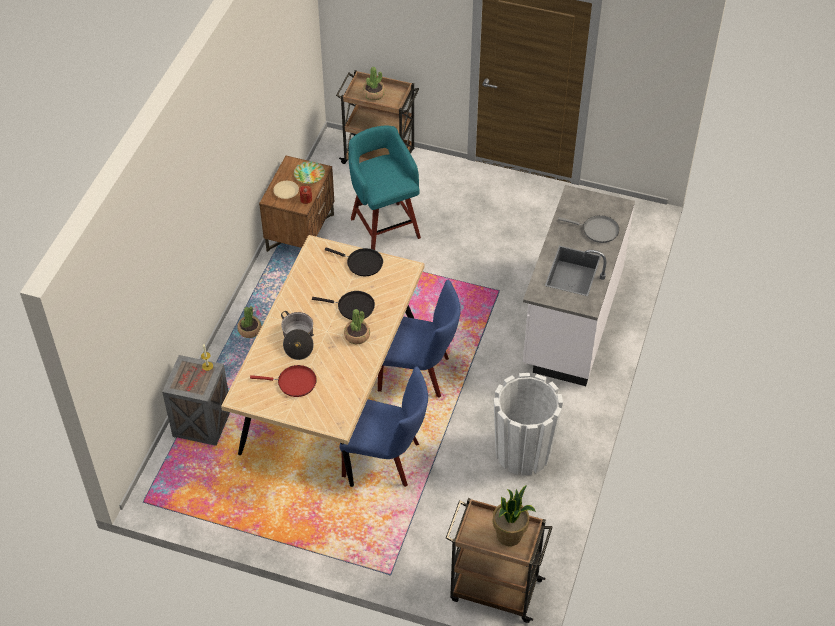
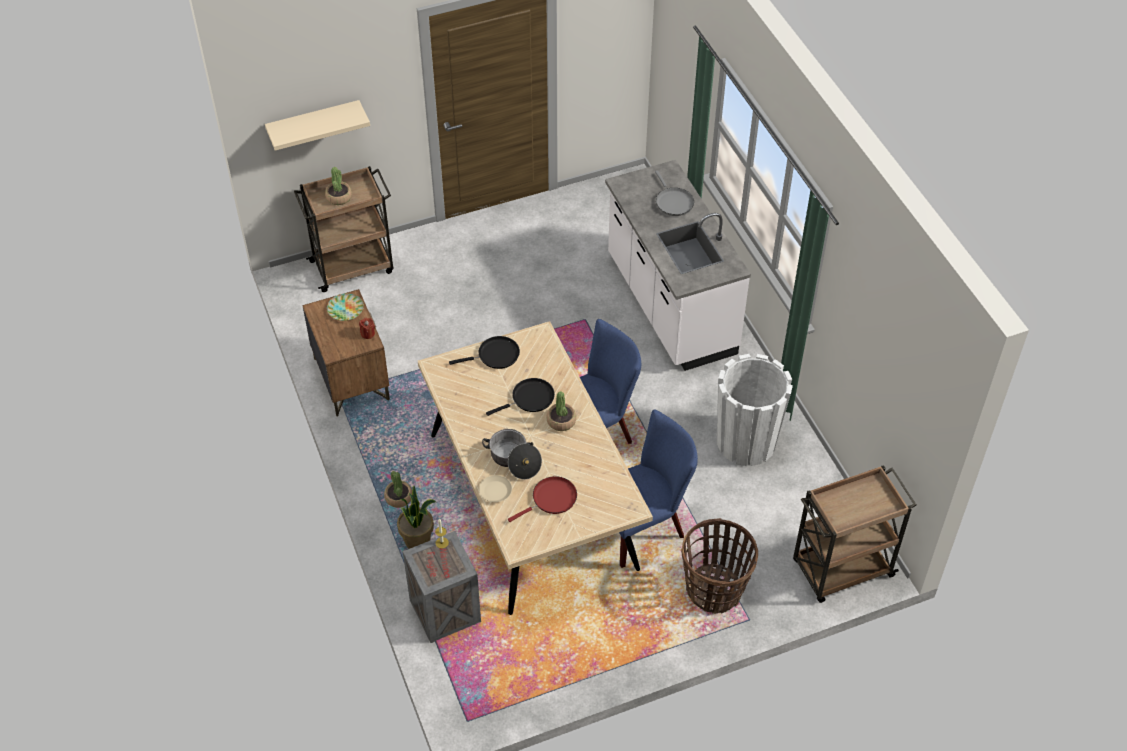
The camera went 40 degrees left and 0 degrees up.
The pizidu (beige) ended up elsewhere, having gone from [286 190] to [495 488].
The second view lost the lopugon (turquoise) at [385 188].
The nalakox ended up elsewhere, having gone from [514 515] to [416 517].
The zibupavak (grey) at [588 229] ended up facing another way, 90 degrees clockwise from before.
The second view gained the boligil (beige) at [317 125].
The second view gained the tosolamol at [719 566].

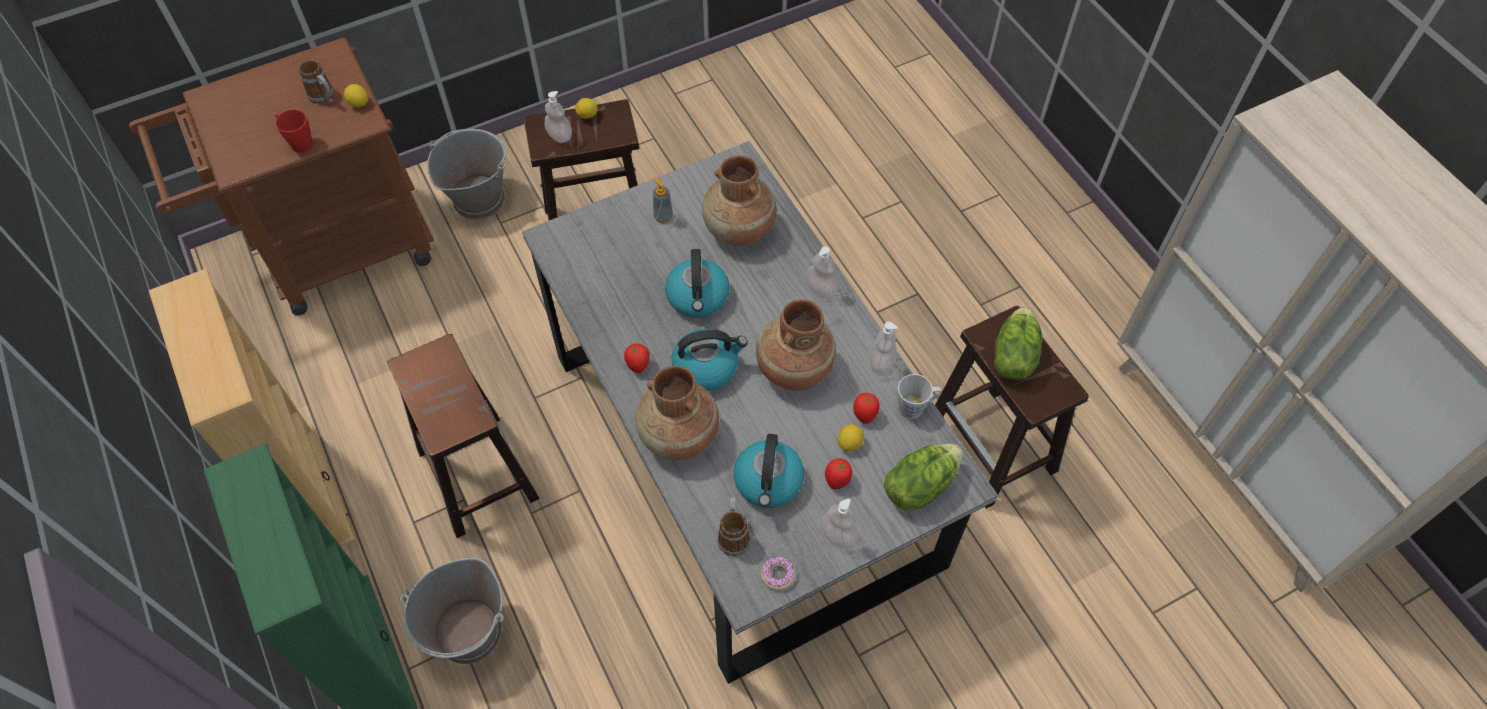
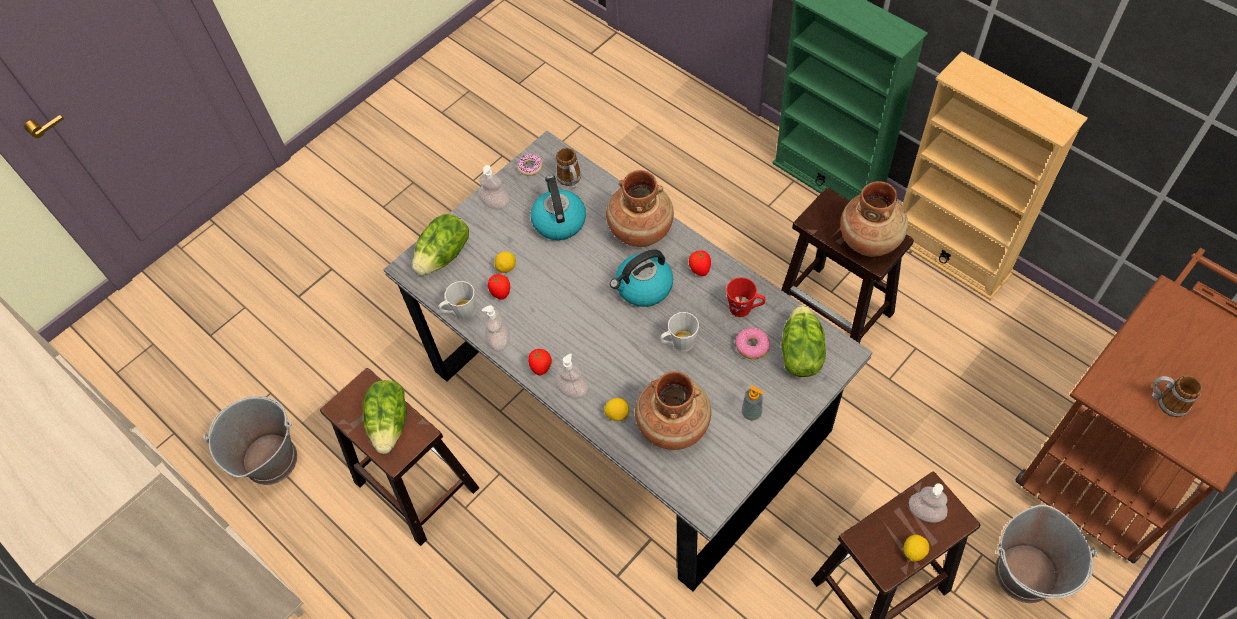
The camera went 165 degrees right and 0 degrees up.
The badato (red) ended up elsewhere, having gone from [294 131] to [746 297].
The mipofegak ended up elsewhere, having gone from [356 95] to [616 409].
The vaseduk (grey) ended up elsewhere, having gone from [451 611] to [250 440].
Where the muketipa stood at [697 283], the badato (grey) came to stand at [679 332].
The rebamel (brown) ended up elsewhere, having gone from [796 345] to [874 219].
The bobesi ended up elsewhere, having gone from [838 473] to [540 362].
The second view gained the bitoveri at [752 343].
The second view gained the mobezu at [803 341].

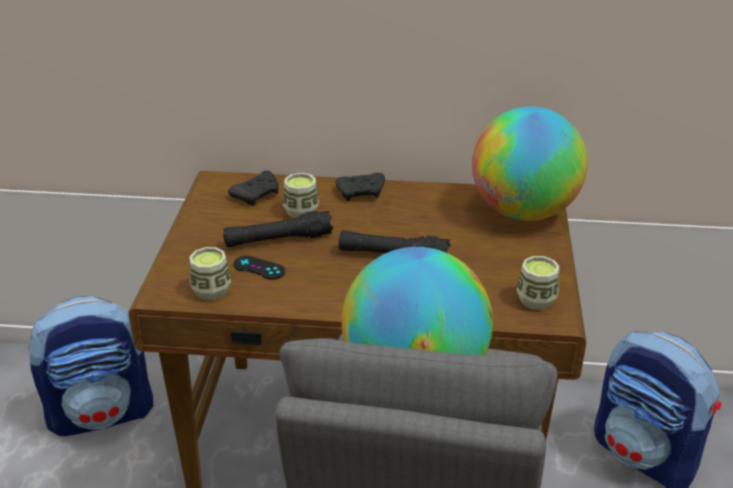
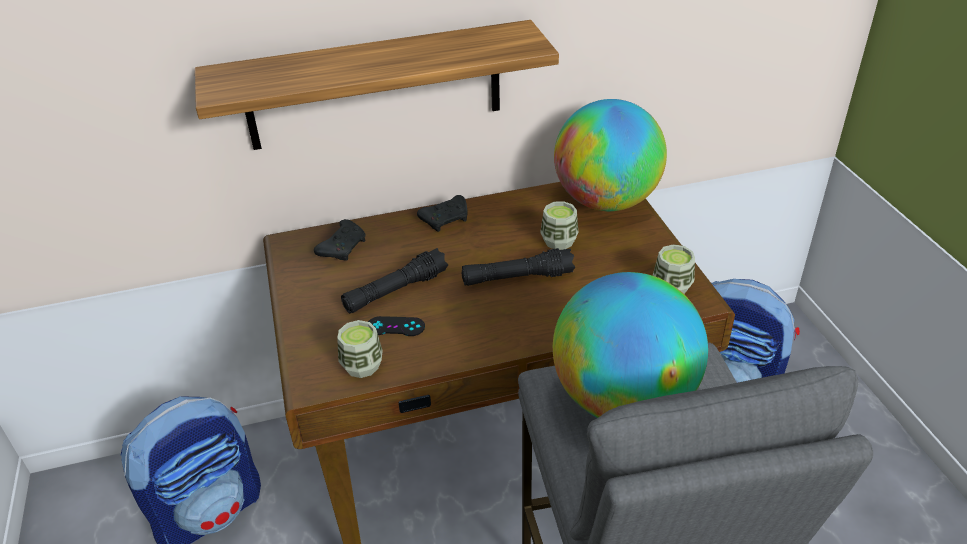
The camera went 20 degrees left and 5 degrees up.
The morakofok ended up elsewhere, having gone from [301 195] to [559 225].
The second view gained the boligil at [377 85].

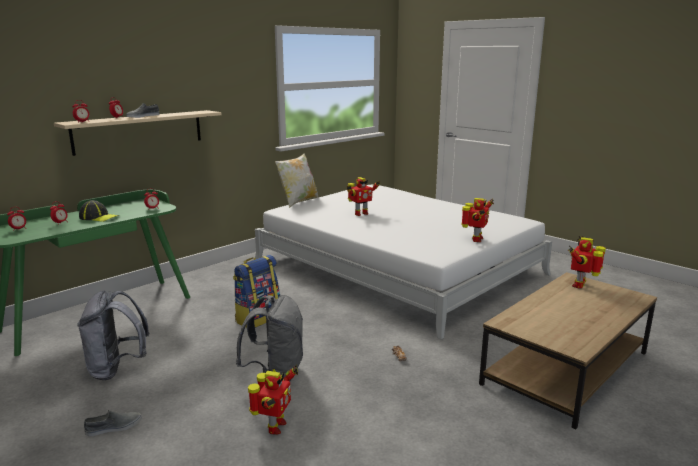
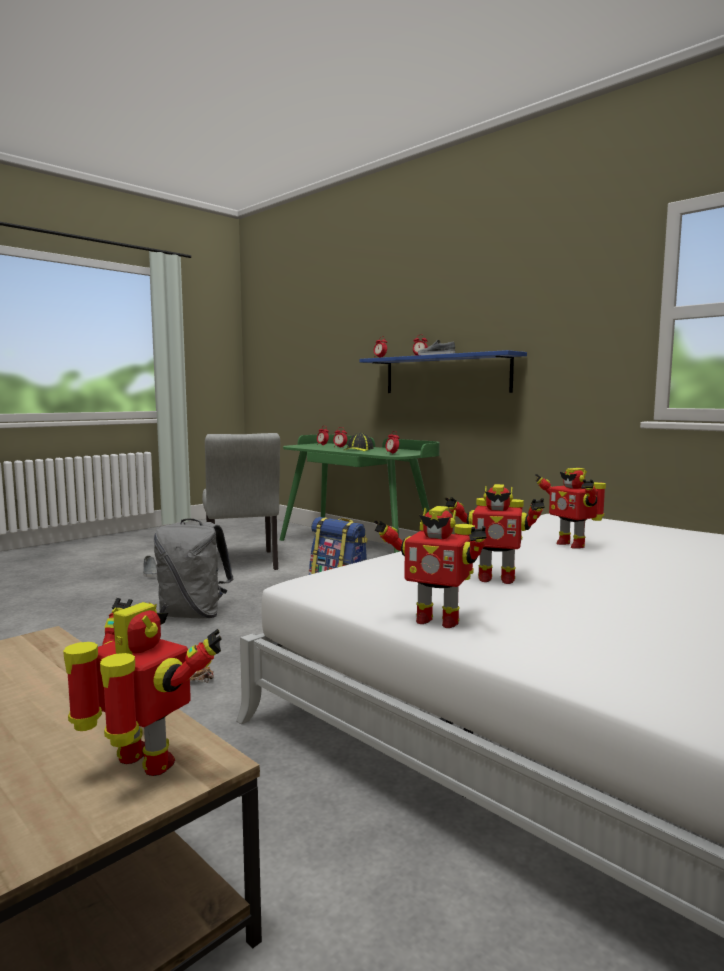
The camera went 90 degrees right and 10 degrees down.
What was the boligil (beige) at [138 133] turned into the boligil (blue) at [443 371].
Where the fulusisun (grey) stood at [113 335], the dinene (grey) came to stand at [241 501].
The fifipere ended up elsewhere, having gone from [273 400] to [494 534].
The second view lost the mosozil at [296 180].

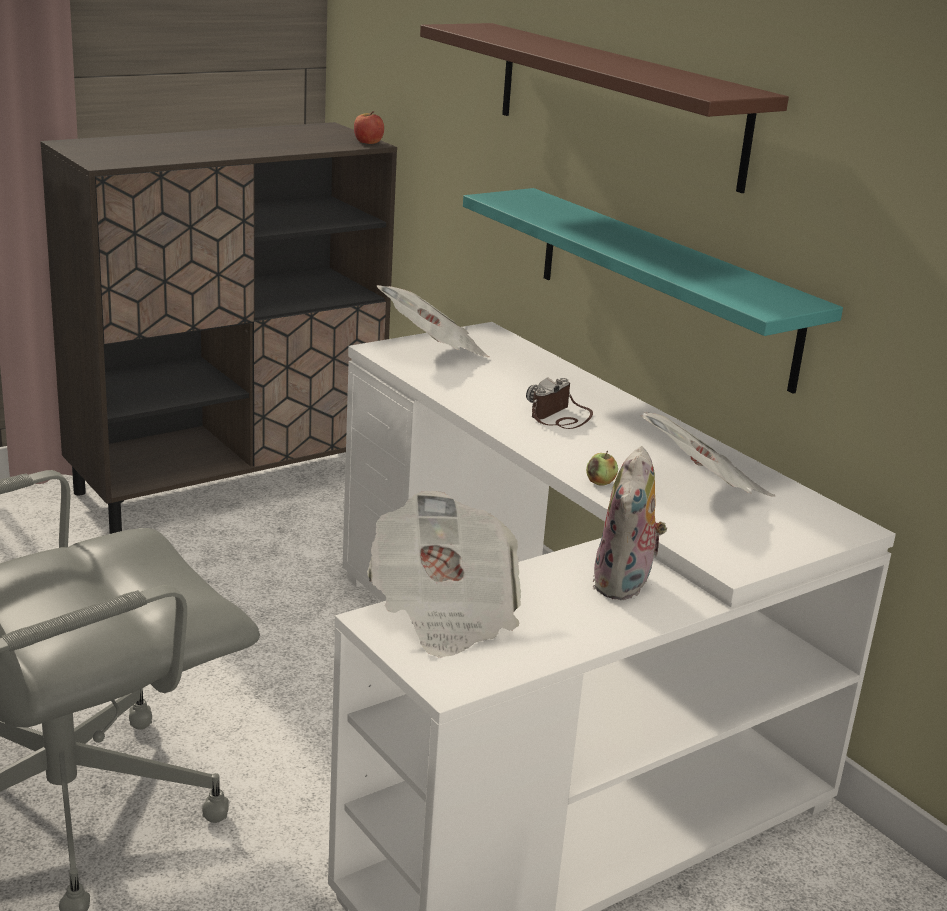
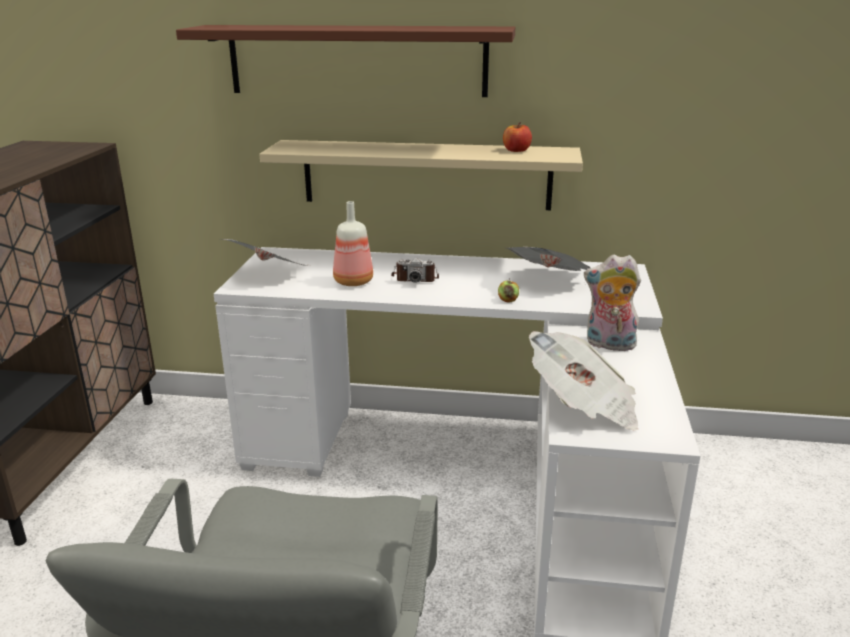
The camera went 45 degrees left and 0 degrees up.
The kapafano ended up elsewhere, having gone from [369 127] to [517 137].
What was the boligil (turquoise) at [653 291] turned into the boligil (beige) at [421 175].
The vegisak at [559 403] ended up facing another way, 75 degrees counterclockwise from before.
The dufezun at [630 523] ended up facing another way, 135 degrees clockwise from before.
The second view gained the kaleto at [353 243].

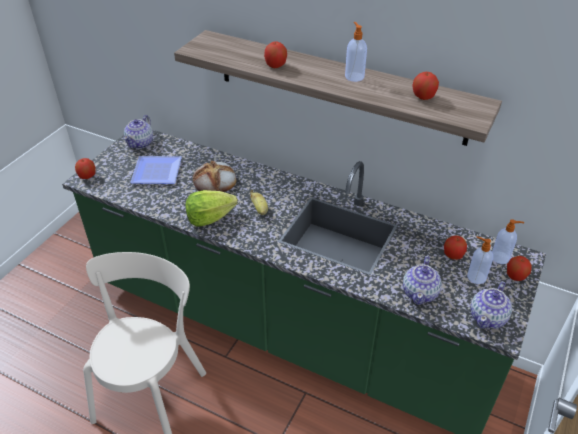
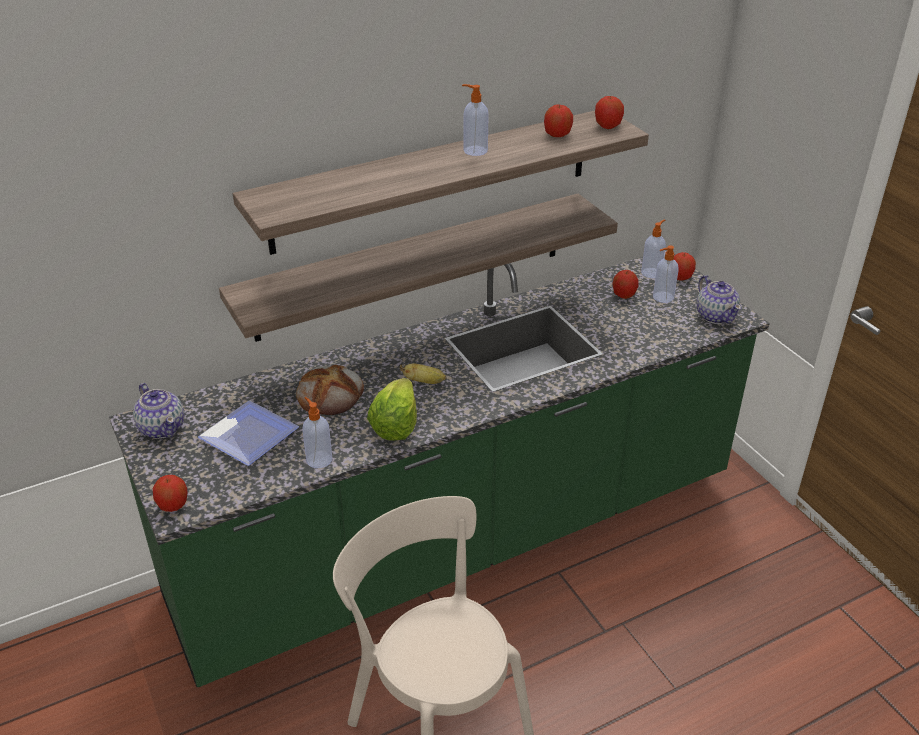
The camera went 55 degrees left and 5 degrees down.
The kapafano ended up elsewhere, having gone from [275 55] to [609 112].
The second view lost the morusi at [422 280].
The second view gained the boligil at [418 268].
The second view gained the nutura at [317 432].

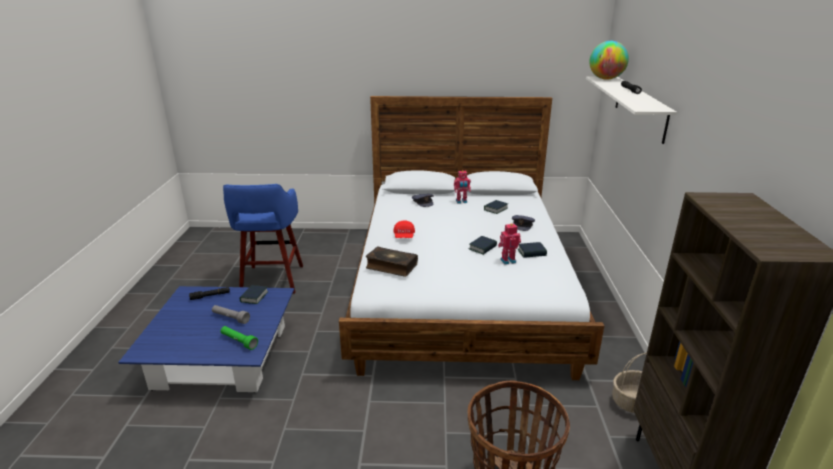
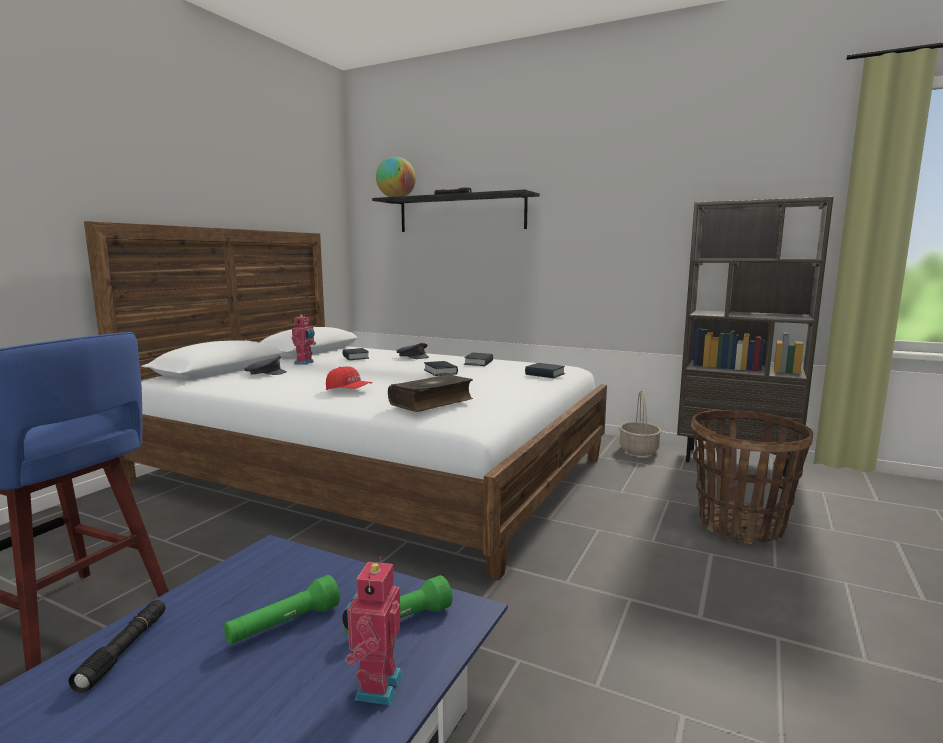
The camera went 65 degrees left and 15 degrees down.
What was the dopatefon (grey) at [231 314] turned into the dopatefon (green) at [282 609].
The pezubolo ended up elsewhere, having gone from [254 294] to [545 370].
The fifipere ended up elsewhere, having gone from [509 244] to [372 631].
What was the boligil (white) at [631 110] turned into the boligil (black) at [456 210].

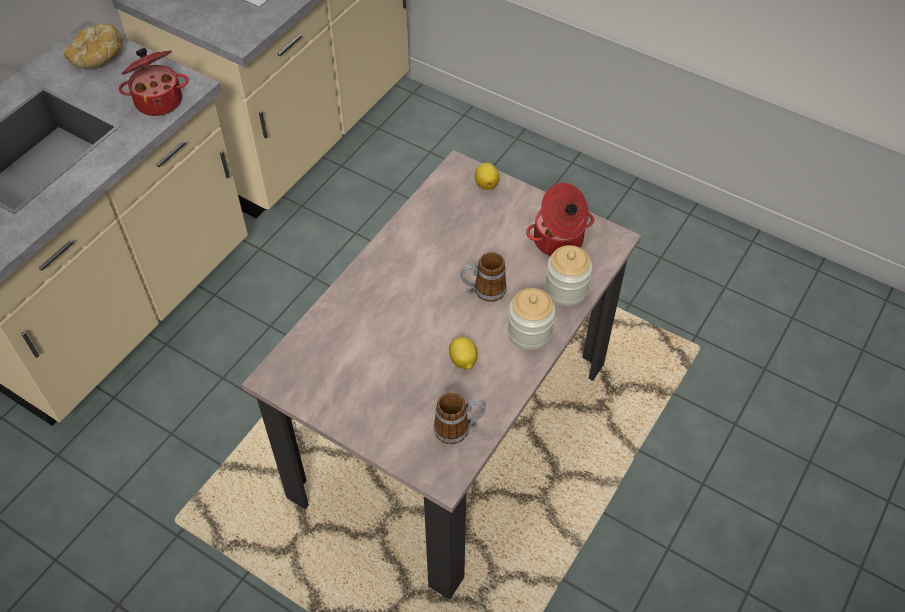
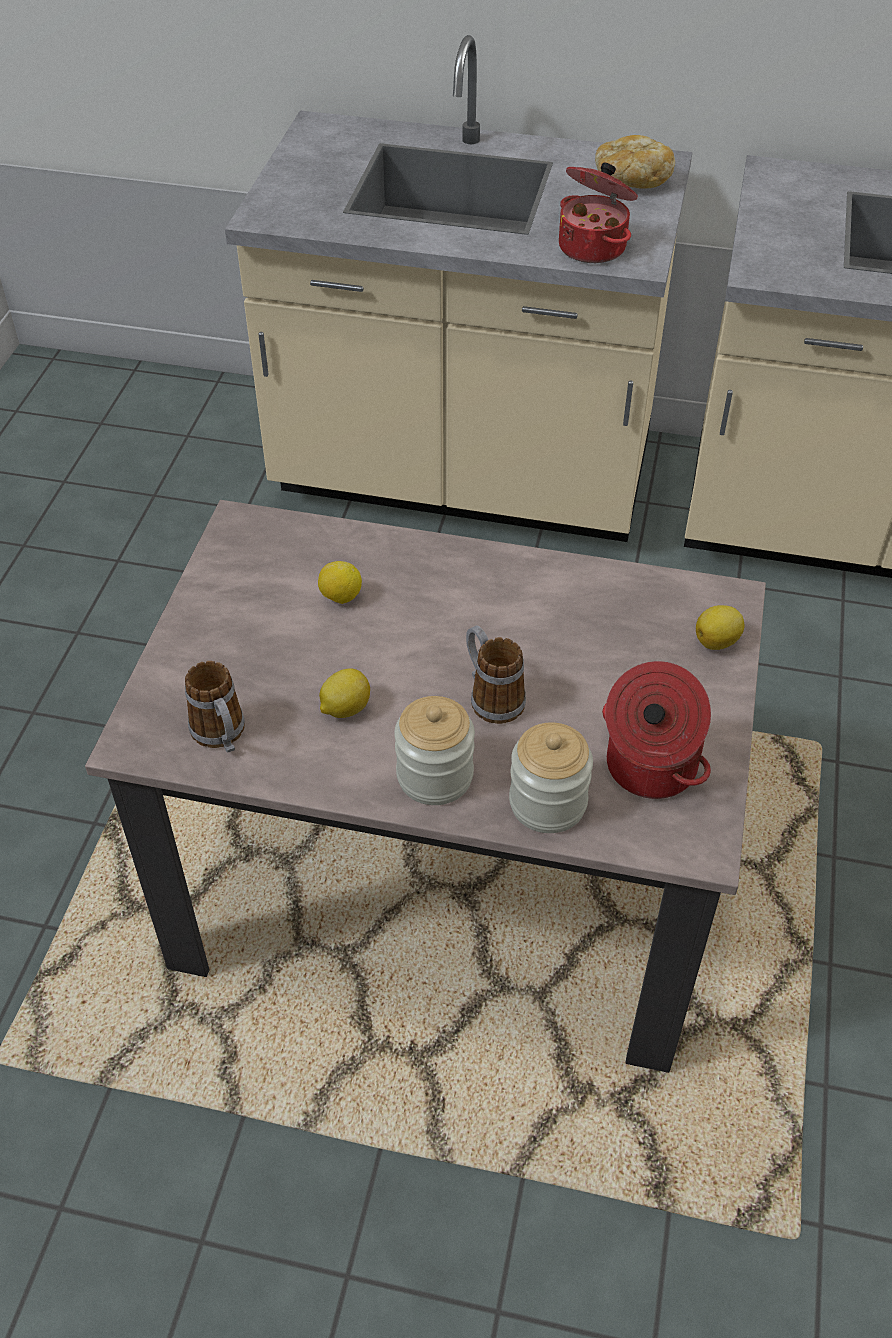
The camera went 70 degrees right and 5 degrees down.
The second view gained the mipofegak at [340 582].

